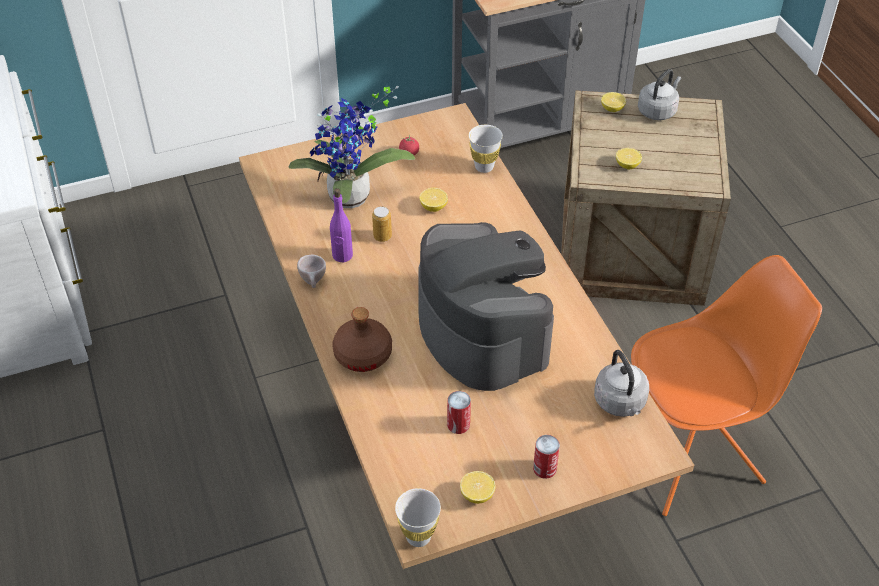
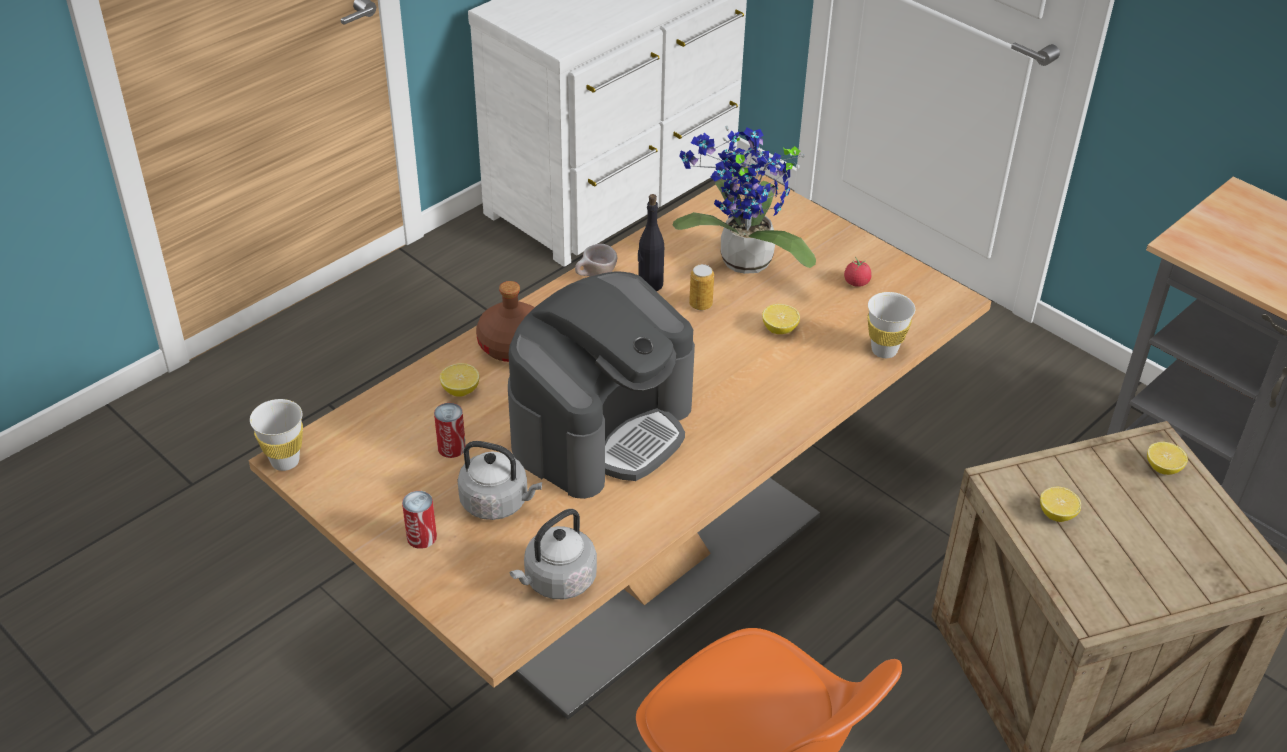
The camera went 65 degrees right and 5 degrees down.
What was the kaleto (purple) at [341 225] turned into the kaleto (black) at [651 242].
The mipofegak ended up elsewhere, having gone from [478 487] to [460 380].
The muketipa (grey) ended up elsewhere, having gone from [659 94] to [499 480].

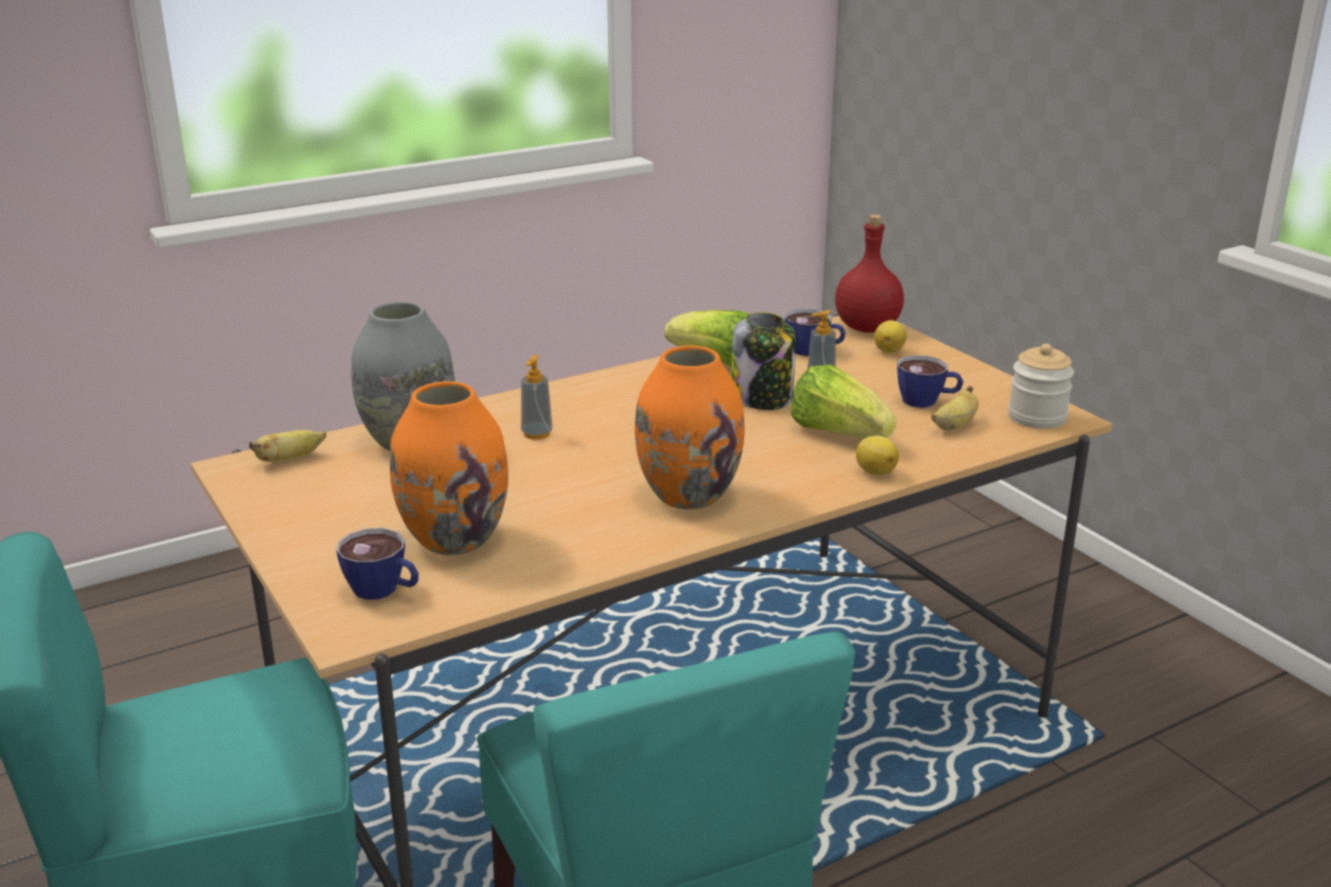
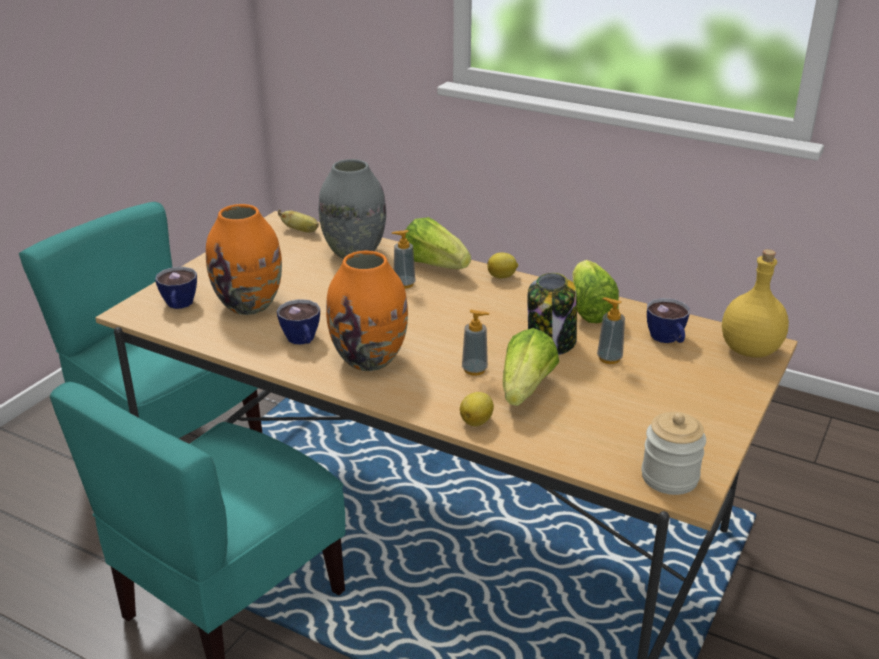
The camera went 60 degrees right and 5 degrees up.
What was the kaleto (red) at [869 273] turned into the kaleto (yellow) at [755 303].
The mipofegak ended up elsewhere, having gone from [890 336] to [502 265].
The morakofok ended up elsewhere, having gone from [930 381] to [298 322].
The second view lost the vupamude at [955 408].
The second view gained the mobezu at [438 243].
The second view gained the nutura at [476 343].

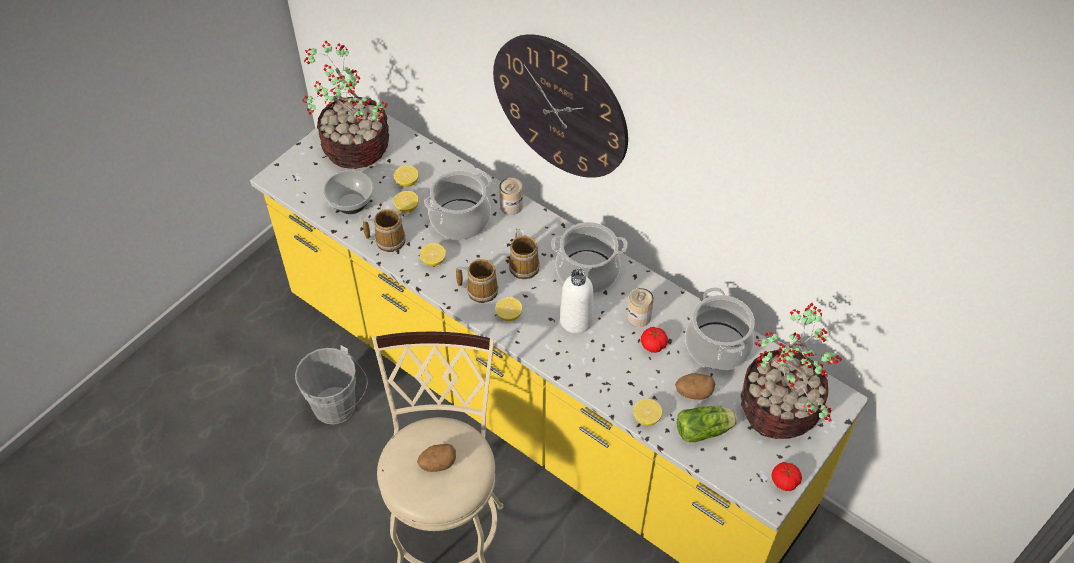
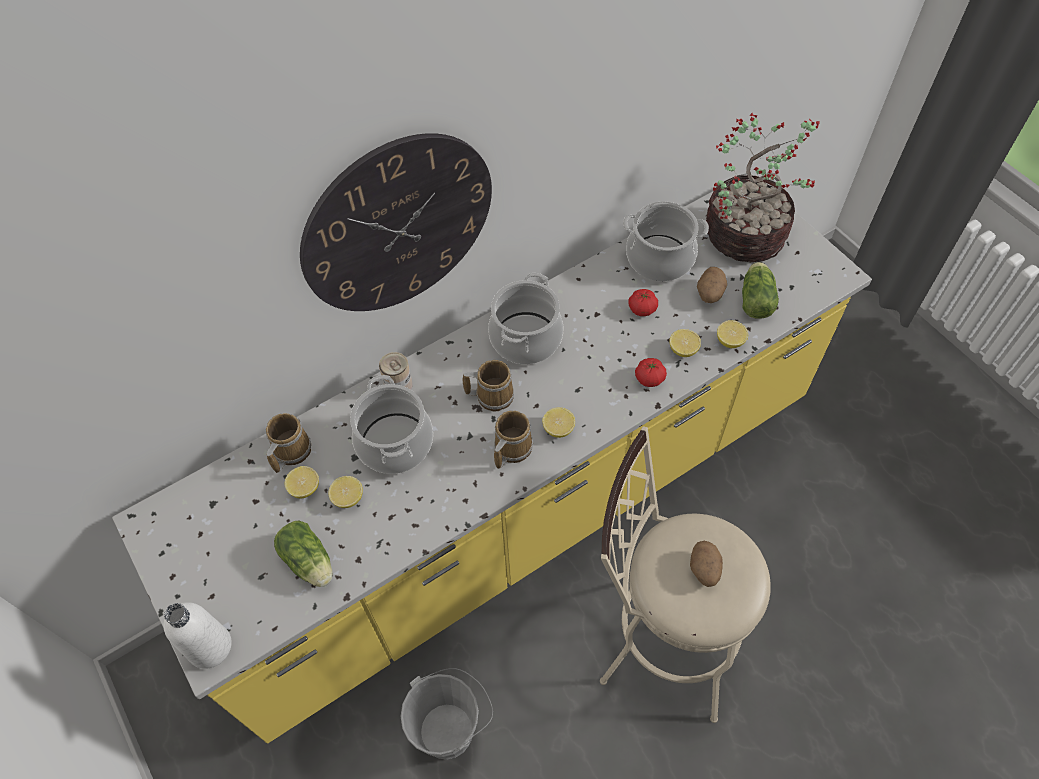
The camera went 70 degrees left and 5 degrees up.
The second view lost the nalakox at [345 105].
Where the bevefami stood at [348 192], the mobezu came to stand at [303 553].
The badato ended up elsewhere, having gone from [384 230] to [288 443].
The mipofegak ended up elsewhere, having gone from [433 254] to [685 343].
The kaleto (white) ended up elsewhere, having gone from [576 301] to [198 635].
The second view lost the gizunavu at [640 307].
The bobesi ended up elsewhere, having gone from [786 476] to [651 372].

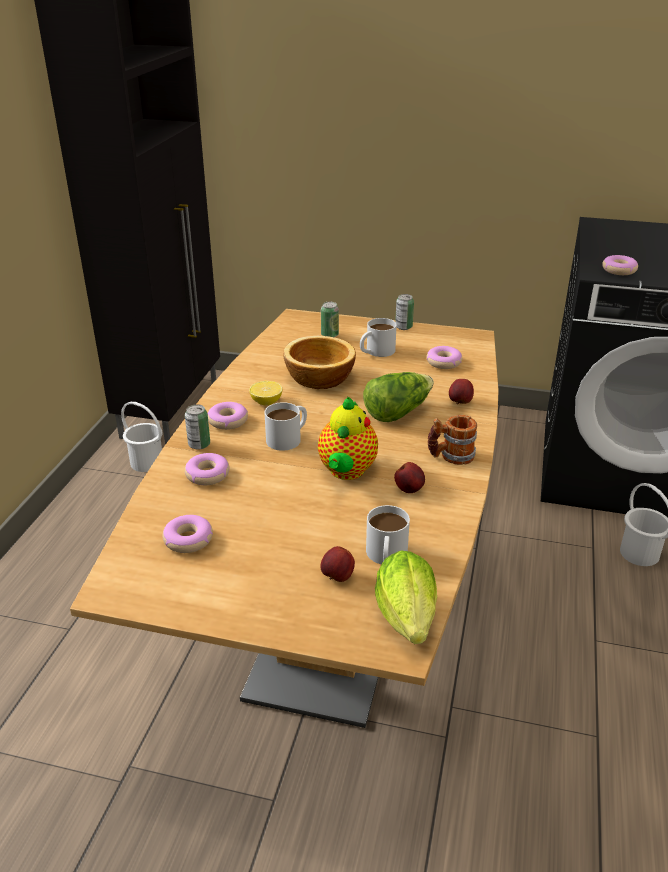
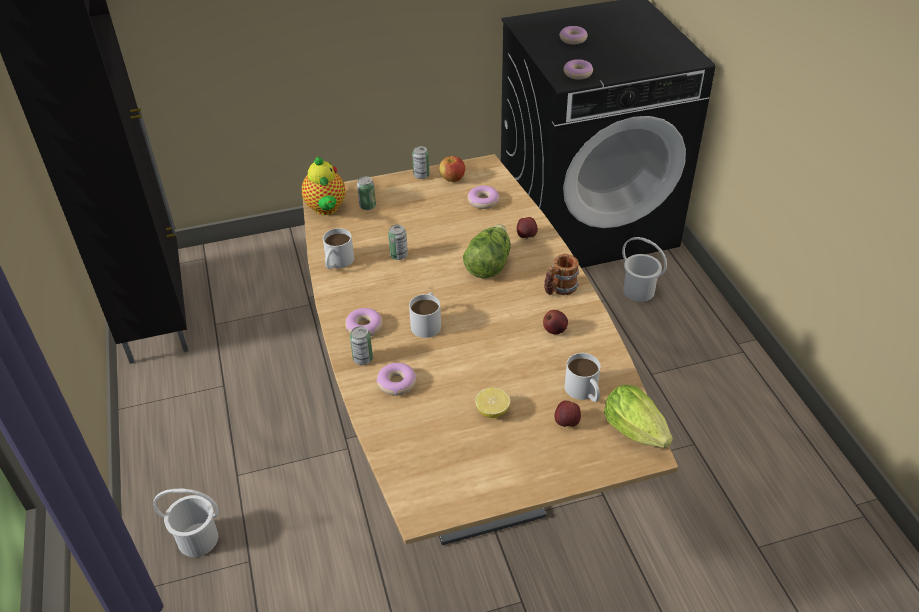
The camera went 30 degrees left and 10 degrees up.
The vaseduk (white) ended up elsewhere, having gone from [142 437] to [186 523].
The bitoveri ended up elsewhere, having gone from [187 534] to [573 35].
The mipofegak ended up elsewhere, having gone from [266 393] to [492 403].
Where the bevefami stood at [319 362], the gizunavu came to stand at [398 242].
The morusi ended up elsewhere, having gone from [348 438] to [323 185].
The badato (white) ended up elsewhere, having gone from [378 337] to [338 248].
The second view gained the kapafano at [452 169].

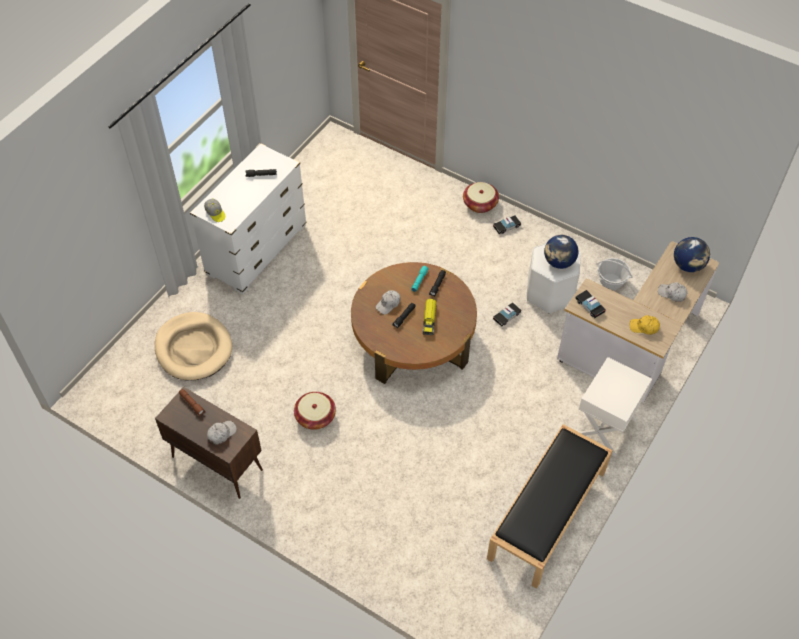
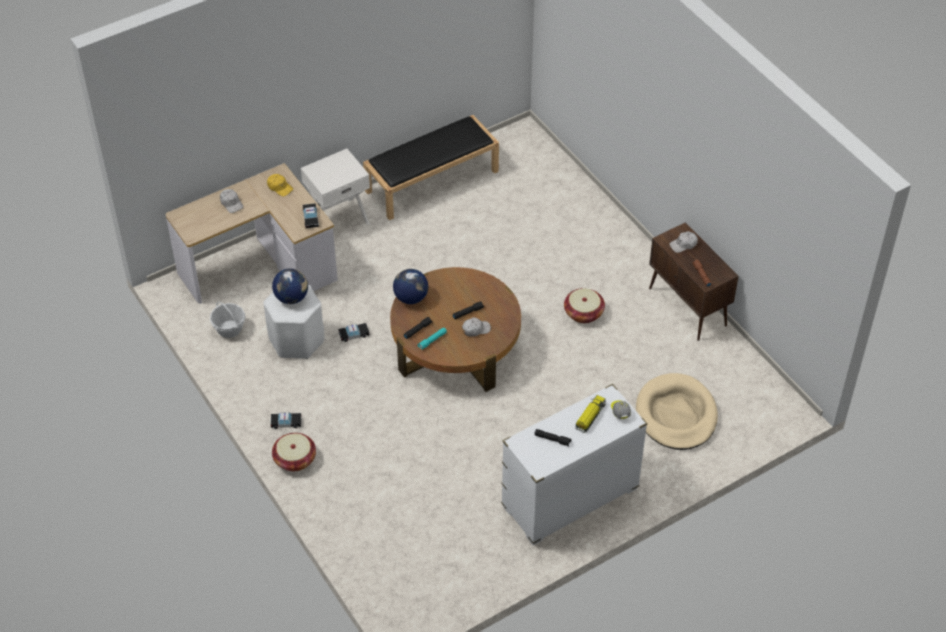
The camera went 155 degrees left and 5 degrees down.
The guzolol ended up elsewhere, having gone from [429 316] to [590 414].
The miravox ended up elsewhere, having gone from [692 254] to [410 286].

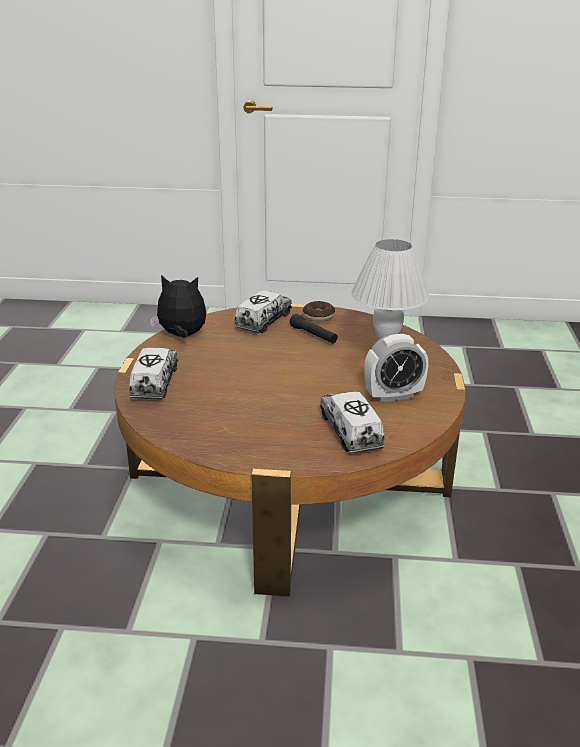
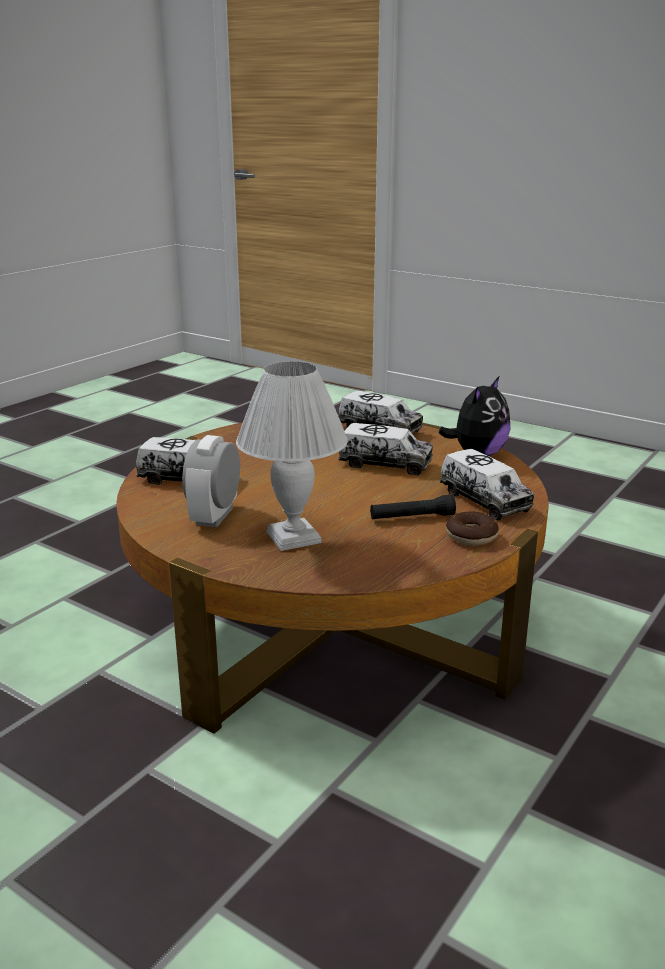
The camera went 120 degrees right and 5 degrees down.
The second view gained the guzolol at [385 449].

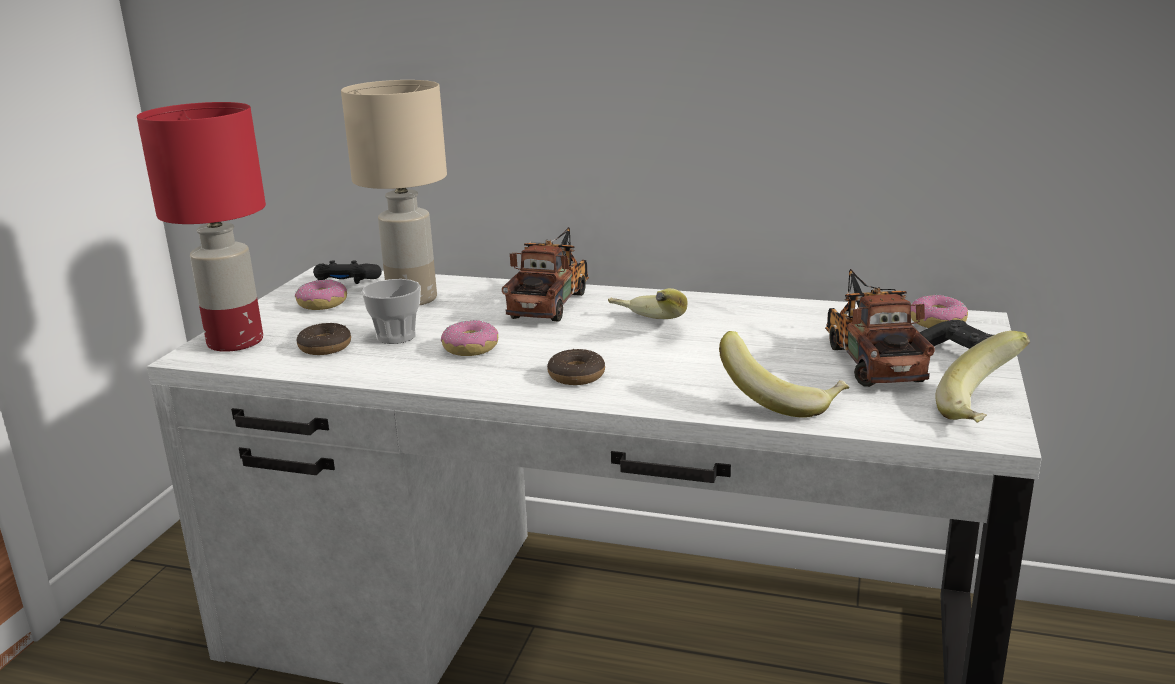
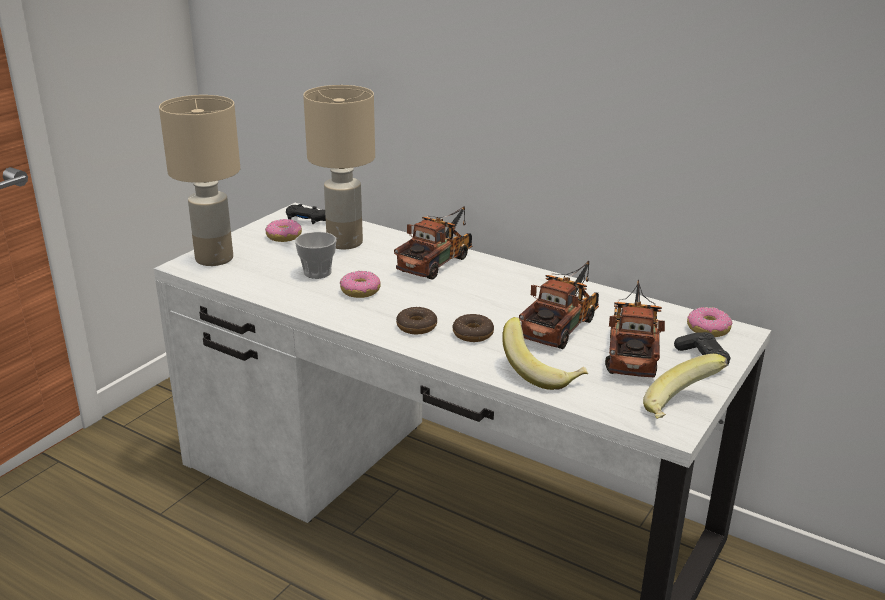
The camera went 15 degrees right and 5 degrees up.
What was the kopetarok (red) at [201 227] turned into the kopetarok (beige) at [199 180].
The bitoveri ended up elsewhere, having gone from [323 339] to [473 328].
The second view lost the vupamude at [647 303].
The second view gained the guzolol at [559 304].

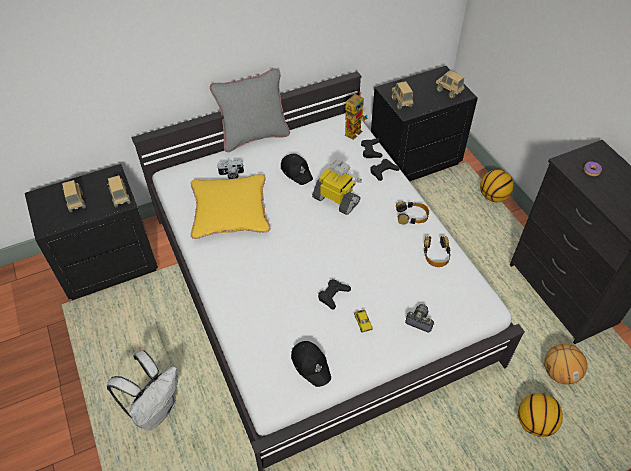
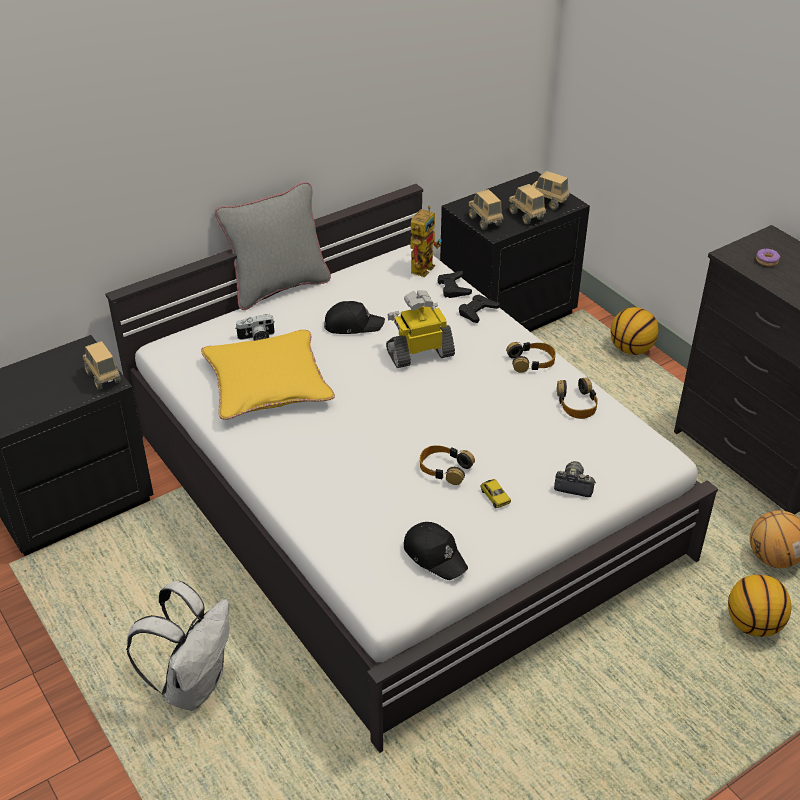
The camera went 10 degrees left and 10 degrees down.
The guzolol ended up elsewhere, having gone from [74 196] to [527 204].
The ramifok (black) at [297 169] ended up facing another way, 45 degrees counterclockwise from before.
The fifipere at [337 187] ended up facing another way, 45 degrees counterclockwise from before.
Where the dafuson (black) stood at [334 294], the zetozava came to stand at [447 465].

